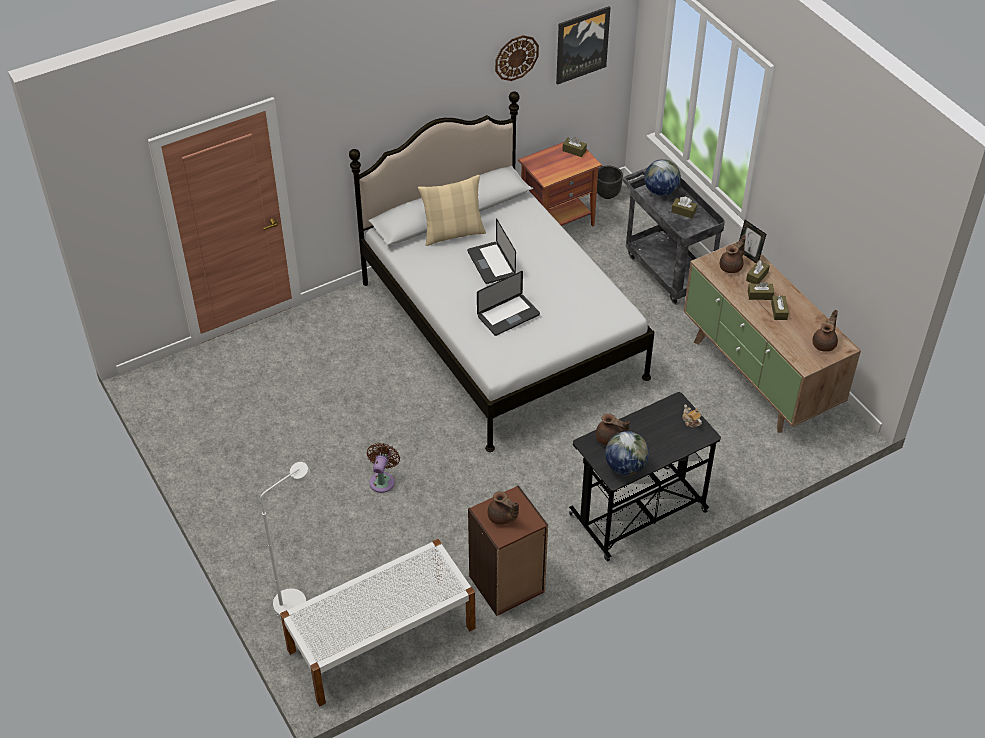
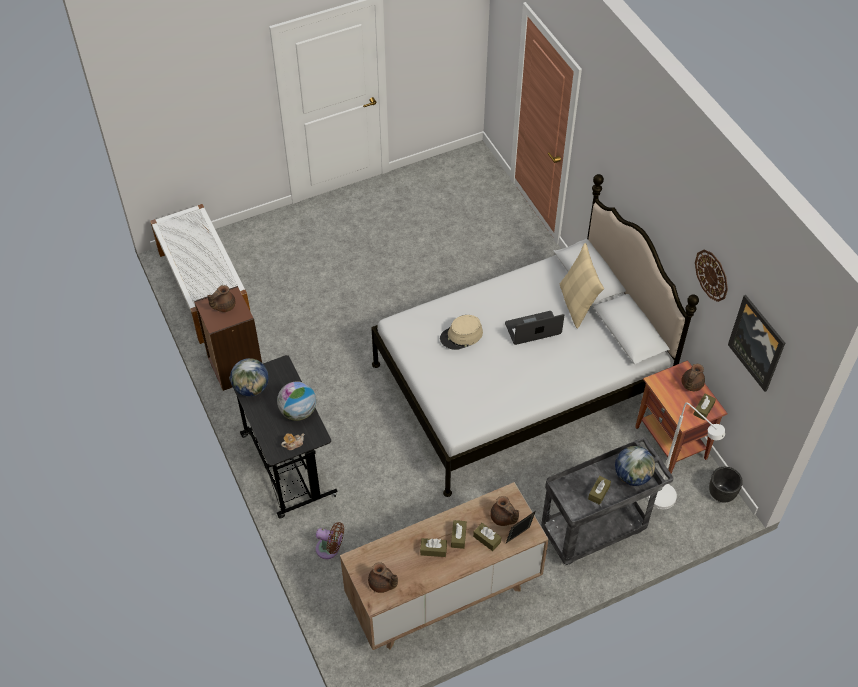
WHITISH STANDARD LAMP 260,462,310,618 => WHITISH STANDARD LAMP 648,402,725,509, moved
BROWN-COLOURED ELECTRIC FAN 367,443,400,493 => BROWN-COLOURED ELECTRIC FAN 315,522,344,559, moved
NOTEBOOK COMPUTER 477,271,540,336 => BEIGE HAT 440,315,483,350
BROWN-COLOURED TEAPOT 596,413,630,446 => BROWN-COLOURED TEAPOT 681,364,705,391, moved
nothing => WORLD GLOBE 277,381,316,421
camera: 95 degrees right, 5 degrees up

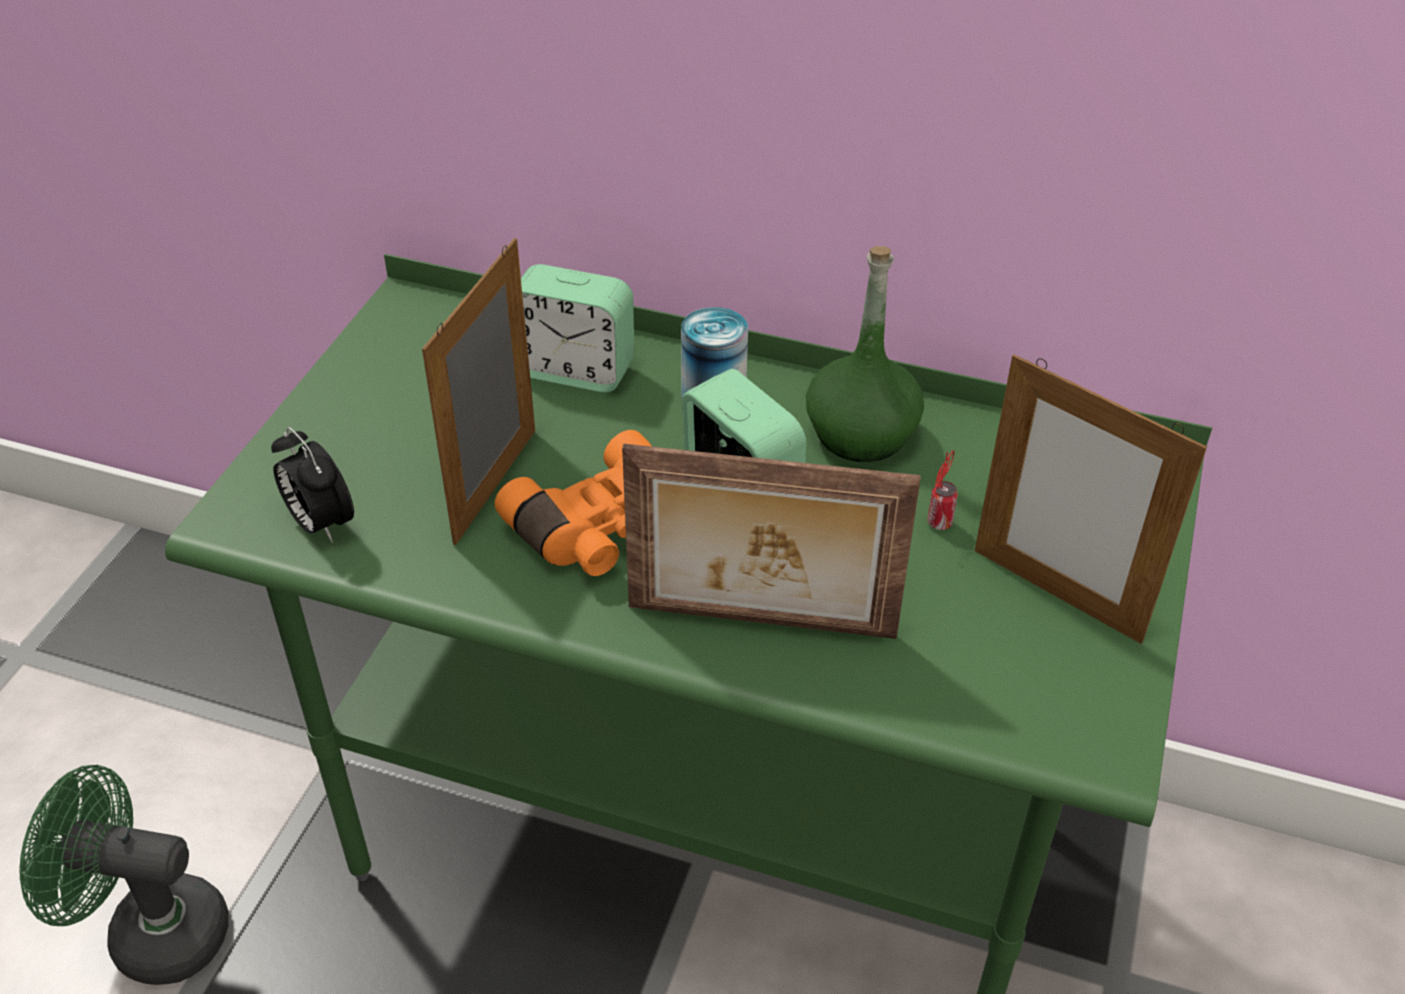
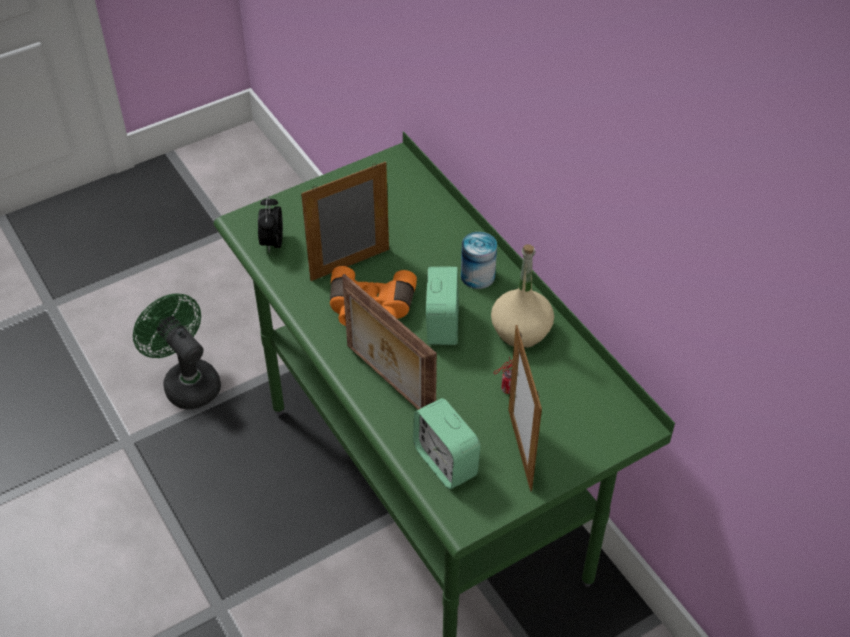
TABLE CLOCK 521,264,634,393 => TABLE CLOCK 413,398,481,489, moved
GREEN-COLOURED BEVERAGE BOTTLE 806,246,924,462 => BEIGE BEVERAGE BOTTLE 491,244,554,348
camera: 40 degrees right, 5 degrees up

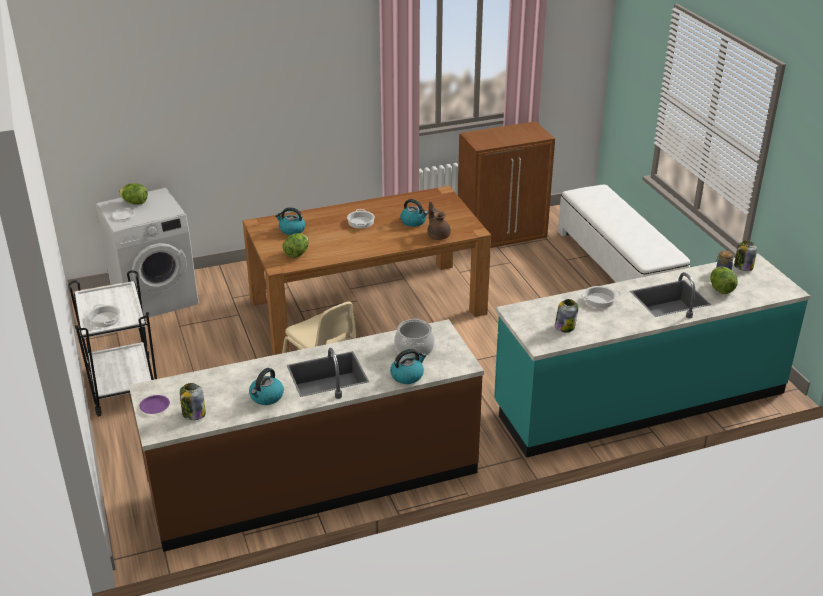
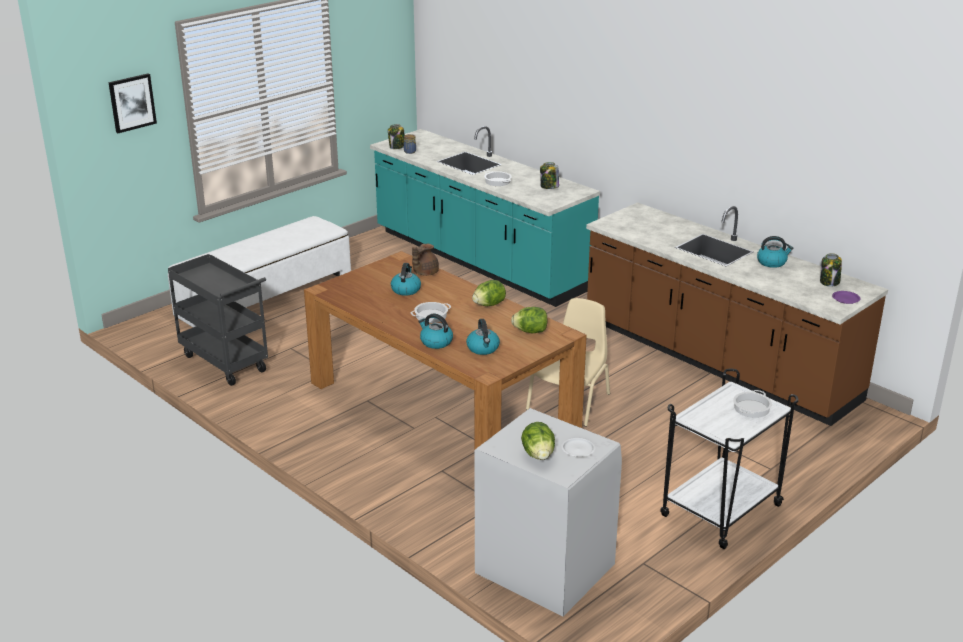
WATER KETTLE 390,349,426,384 => WATER KETTLE 418,313,453,349, moved
STOCKPOT 394,318,435,358 => nothing
BROWN-COLOURED CUPBOARD 458,121,555,249 => GREY WHEELED CART 168,254,268,386
LETTUCE HEAD 710,267,738,294 => LETTUCE HEAD 472,280,506,306, moved
nothing => WALL ART 108,74,157,133
camera: 115 degrees left, 5 degrees down

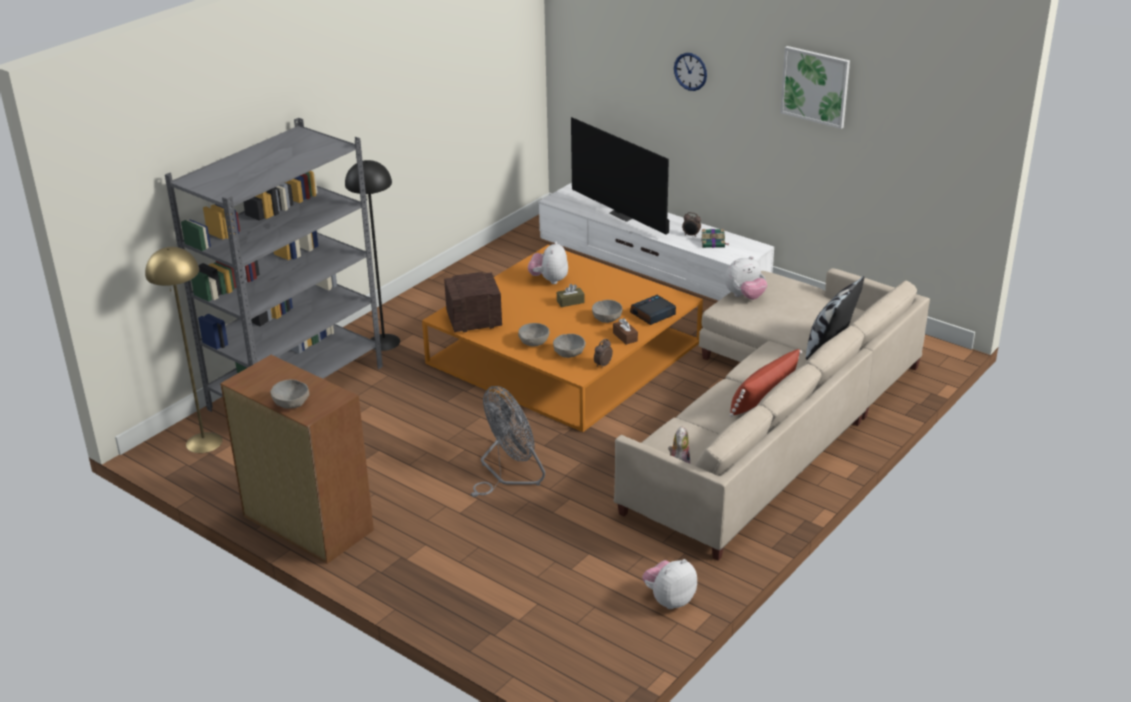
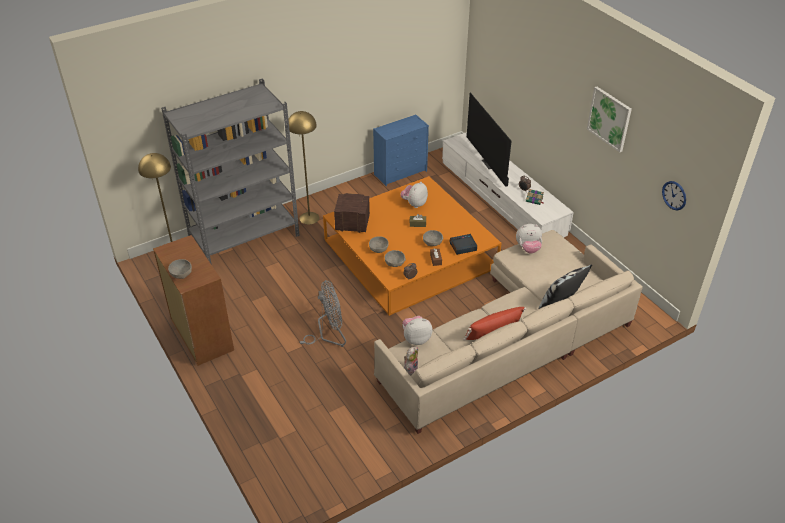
BLACKISH STANDARD LAMP 345,160,400,351 => YELLOWISH STANDARD LAMP 288,111,320,225
CUDDLY TOY 642,559,697,609 => CUDDLY TOY 403,316,432,345, moved
HANGING CLOCK 674,53,707,91 => HANGING CLOCK 662,181,686,210, moved
nothing => BLUE CHEST OF DRAWERS 373,114,429,186
camera: 20 degrees right, 10 degrees up

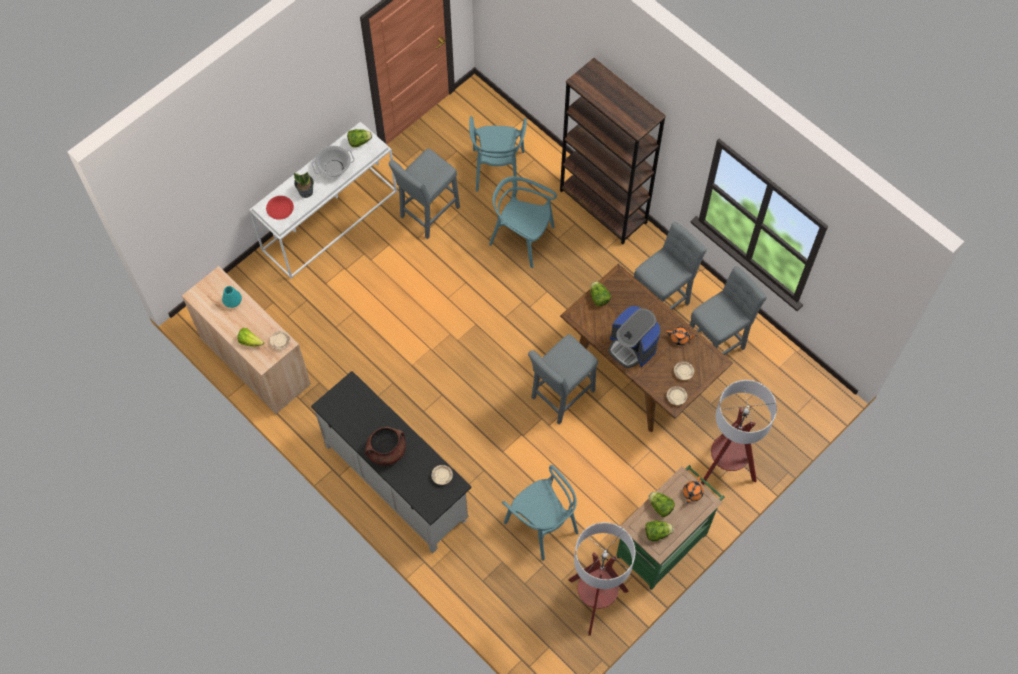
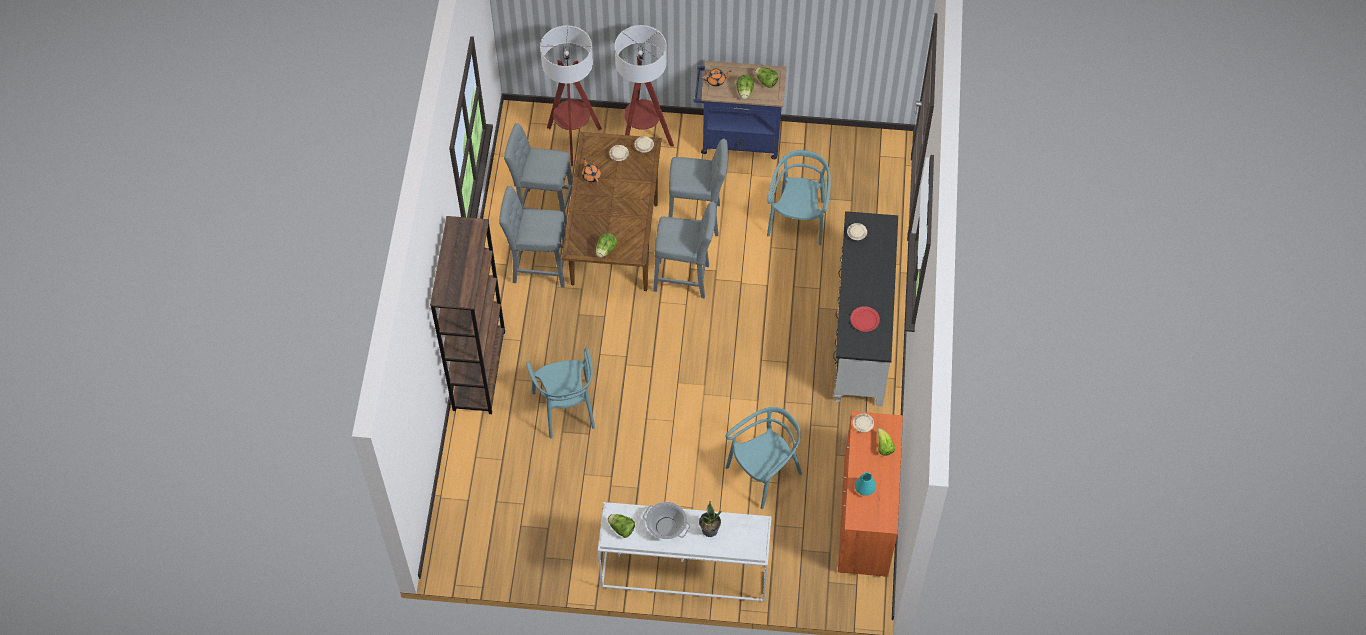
BEIGE CUPBOARD 182,266,311,414 => ORANGE-COLOURED CUPBOARD 838,411,903,577
RED PLATE 266,196,294,220 => RED PLATE 850,306,880,332, moved
BROWN-COLOURED STOCKPOT 365,427,406,465 => nothing
GREY SITTING STOOL 389,148,460,239 => GREY SITTING STOOL 669,139,728,236, moved
TURQUOISE-COLOURED PLAIN CHAIR 469,116,527,193 => TURQUOISE-COLOURED PLAIN CHAIR 725,407,802,509, moved
STANDARD LAMP 568,522,635,636 => STANDARD LAMP 540,25,602,166, moved
COFFEE BREWER 608,306,661,368 => nothing
GREEN-COLOURED WHEELED CART 616,465,724,590 => BLUE WHEELED CART 693,61,787,160
camera: 130 degrees left, 5 degrees down

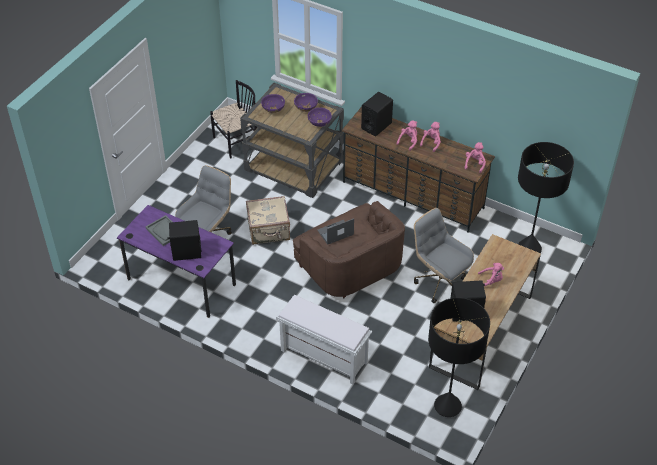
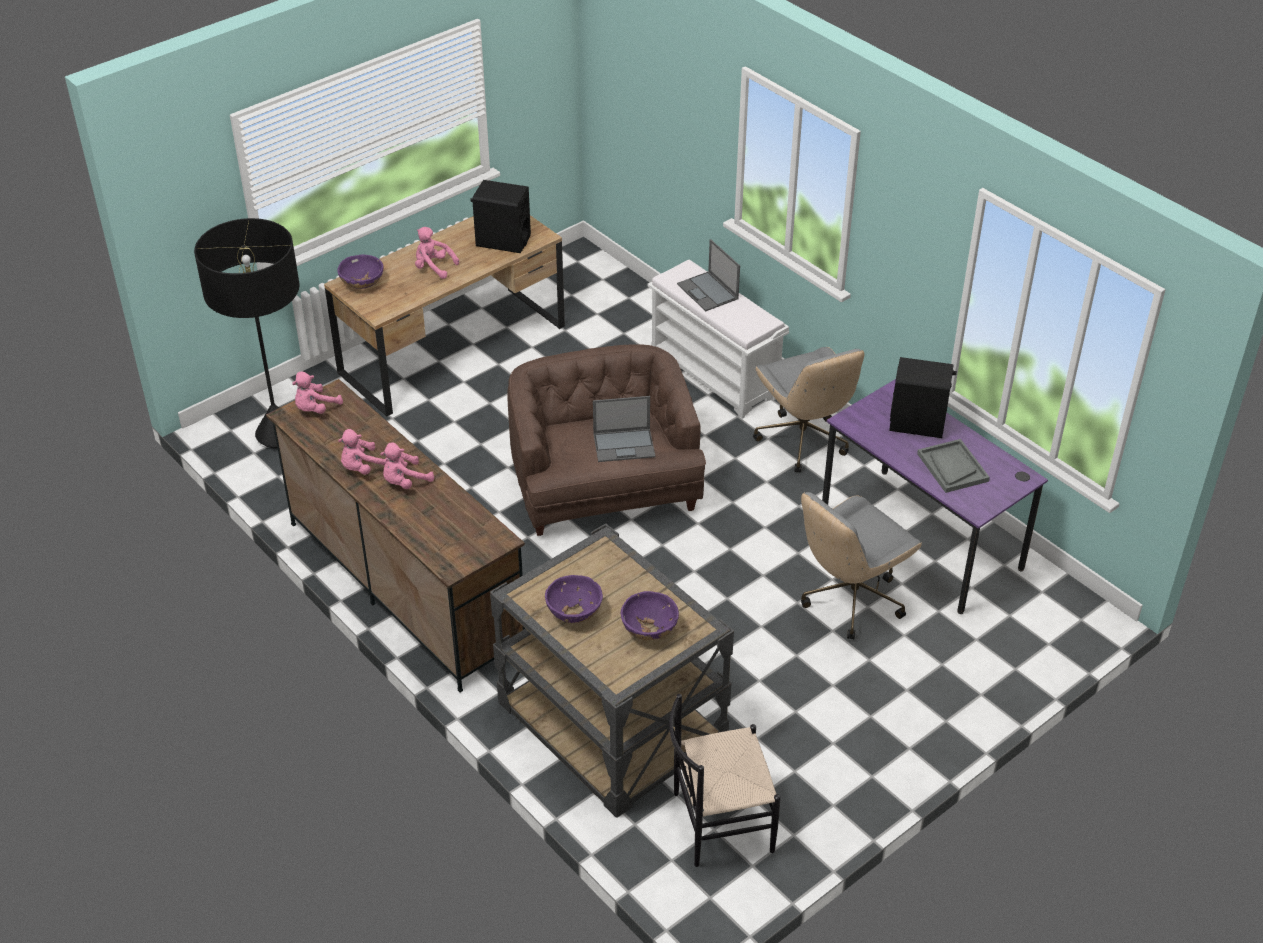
BEIGE PIECE OF LUGGAGE 246,196,290,245 => nothing
PURPLE SERVING BOWL 308,108,332,127 => PURPLE SERVING BOWL 337,254,383,289, moved
BLACKISH AUDIO SPEAKER 361,92,393,136 => nothing
GREY COMPUTER CHAIR 414,208,474,303 => GREY COMPUTER CHAIR 753,347,864,473, moved
BLACKISH STANDARD LAMP 428,298,490,417 => nothing
nothing => NOTEBOOK COMPUTER 677,239,740,311
camera: 160 degrees left, 5 degrees down

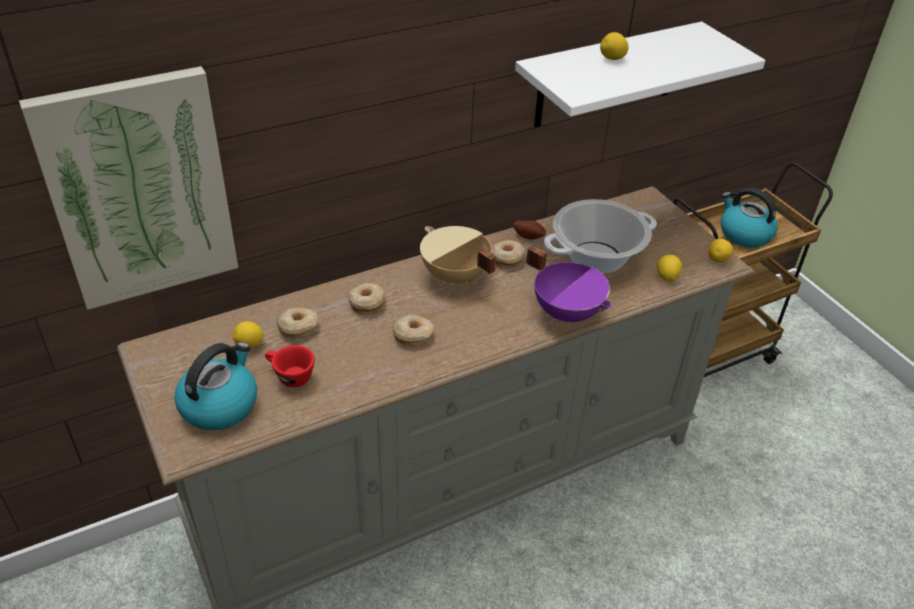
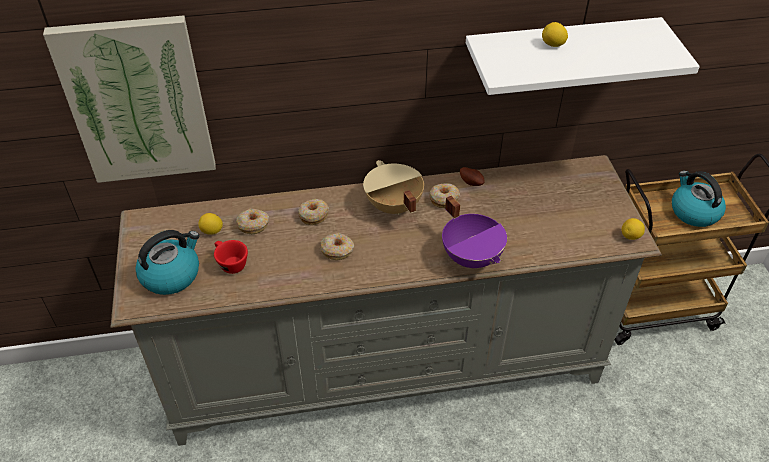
STOCKPOT 544,199,657,273 => nothing
LEMON 657,255,682,282 => nothing
camera: 20 degrees right, 5 degrees up

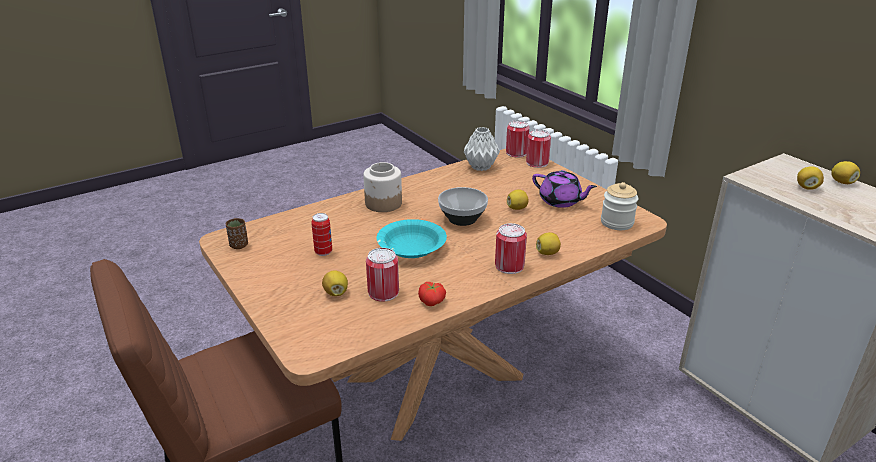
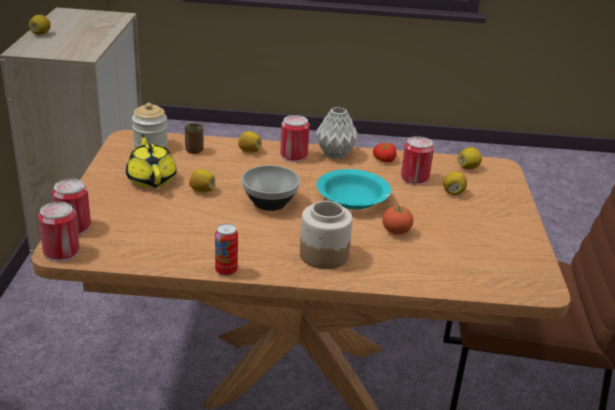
BROWN-COLOURED SMALL CUP 226,218,248,249 => BROWN-COLOURED SMALL CUP 185,123,204,154, moved
CAN 311,213,332,256 => CAN 215,223,238,276, moved
GREY DECORATIVE VASE 464,127,500,171 => GREY DECORATIVE VASE 316,107,359,159, moved
PURPLE TEAPOT 532,170,597,208 => YELLOWISH TEAPOT 126,134,177,188
LEMON 797,166,824,190 => LEMON 458,147,482,169, moved
nothing => TOMATO 382,205,413,235
camera: 145 degrees left, 0 degrees up

